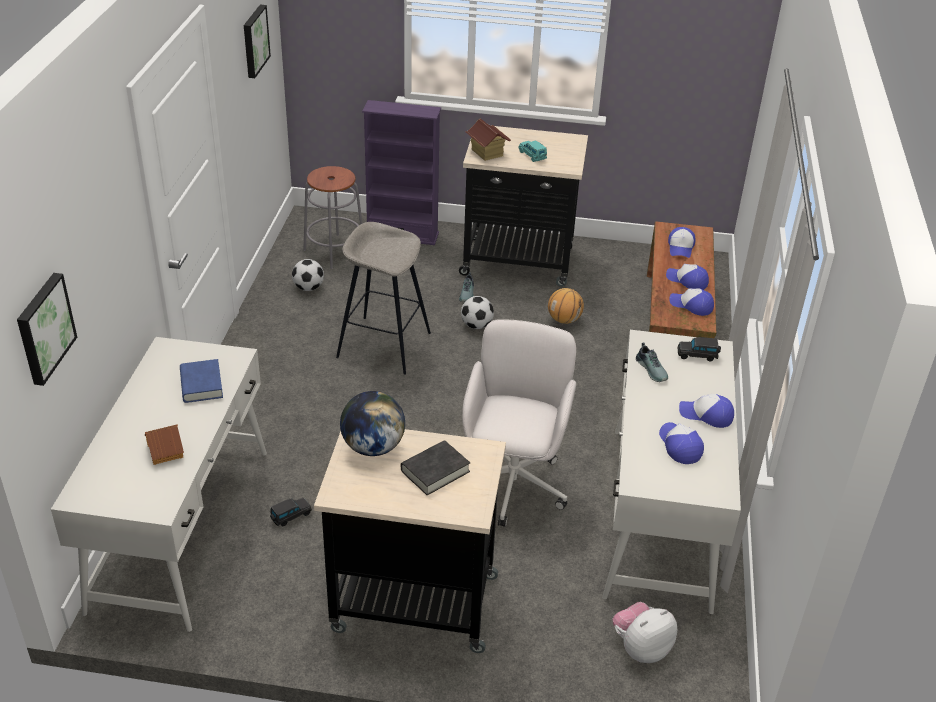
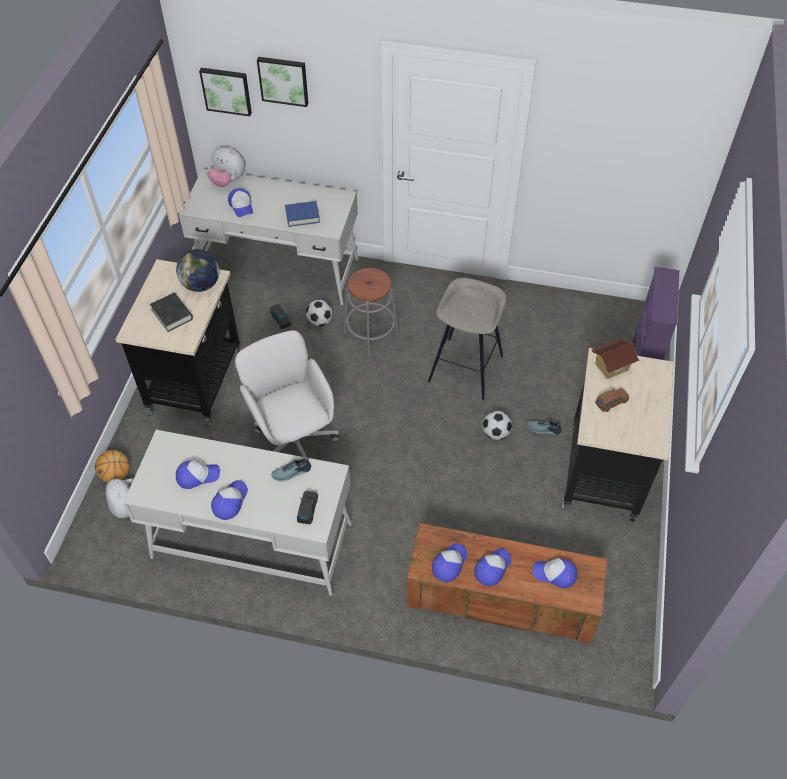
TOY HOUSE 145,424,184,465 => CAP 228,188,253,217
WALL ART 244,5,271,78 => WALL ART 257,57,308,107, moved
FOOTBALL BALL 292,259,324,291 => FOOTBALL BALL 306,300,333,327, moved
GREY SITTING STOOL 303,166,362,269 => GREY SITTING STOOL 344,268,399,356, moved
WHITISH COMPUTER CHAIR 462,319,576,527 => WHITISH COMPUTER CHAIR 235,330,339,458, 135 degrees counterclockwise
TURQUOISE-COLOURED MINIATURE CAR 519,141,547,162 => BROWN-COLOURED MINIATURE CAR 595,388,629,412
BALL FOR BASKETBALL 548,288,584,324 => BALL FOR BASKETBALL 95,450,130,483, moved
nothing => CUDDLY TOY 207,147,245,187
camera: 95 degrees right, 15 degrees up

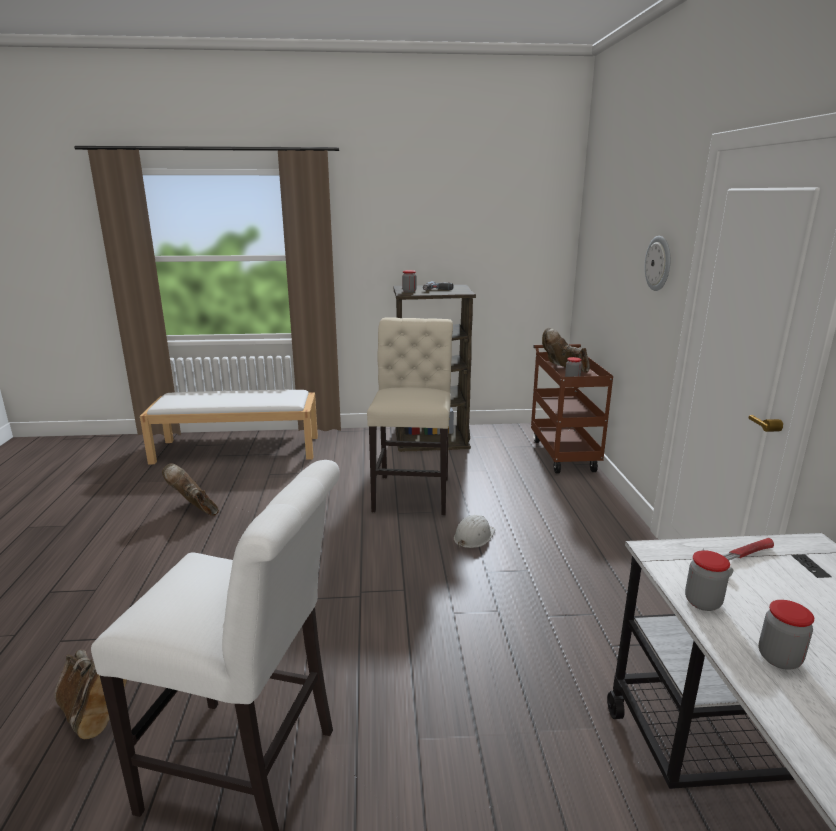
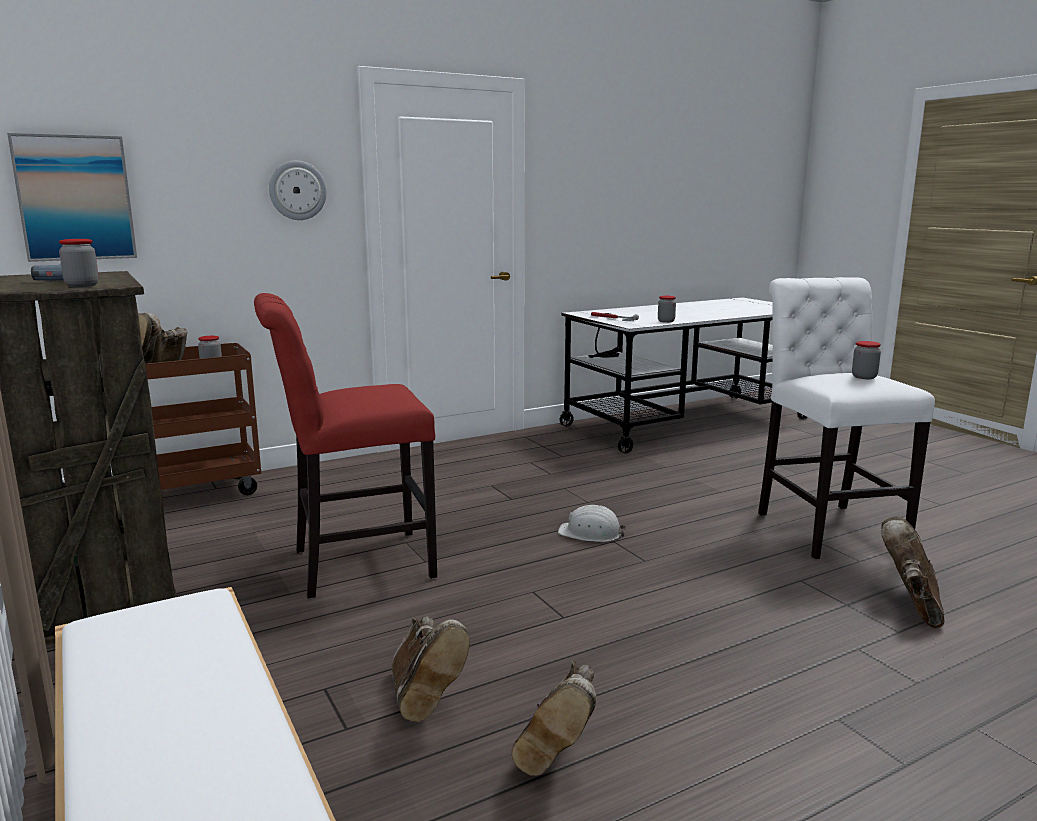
BEIGE SITTING STOOL 367,317,453,515 => RED SITTING STOOL 254,293,437,599
WHITISH HARD HAT 454,515,495,548 => WHITISH HARD HAT 558,505,626,542, moved
PRESERVE JAR 759,600,814,670 => PRESERVE JAR 852,341,881,379, moved
nothing => WALL ART 7,133,137,262
nothing => BROWN-COLOURED BOOT 392,616,470,722
camera: 115 degrees left, 5 degrees down

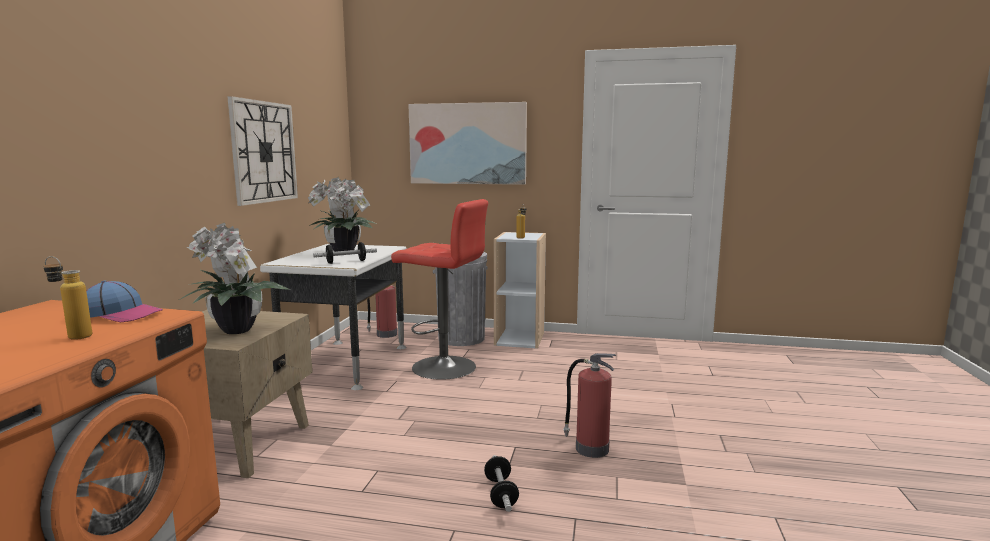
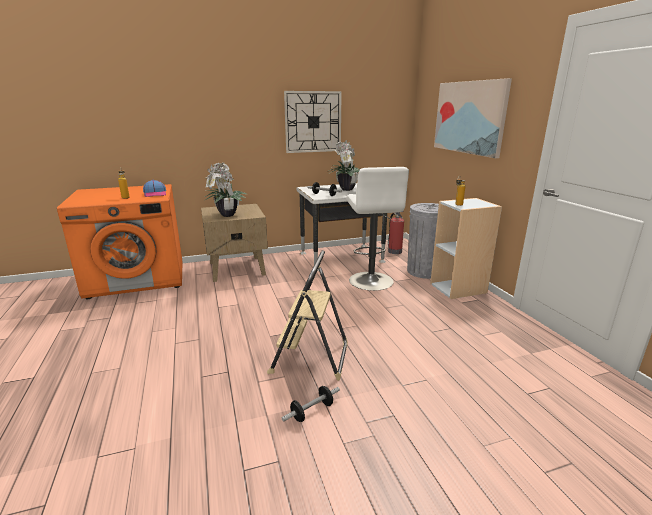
RED SITTING STOOL 391,199,488,380 => WHITISH SITTING STOOL 346,167,409,291
HAND WEIGHT 484,455,519,512 => HAND WEIGHT 282,386,340,422, moved
FIRE EXTINGUISHER 563,353,616,458 => BEIGE STEP LADDER 267,250,348,381
camera: 60 degrees right, 10 degrees up

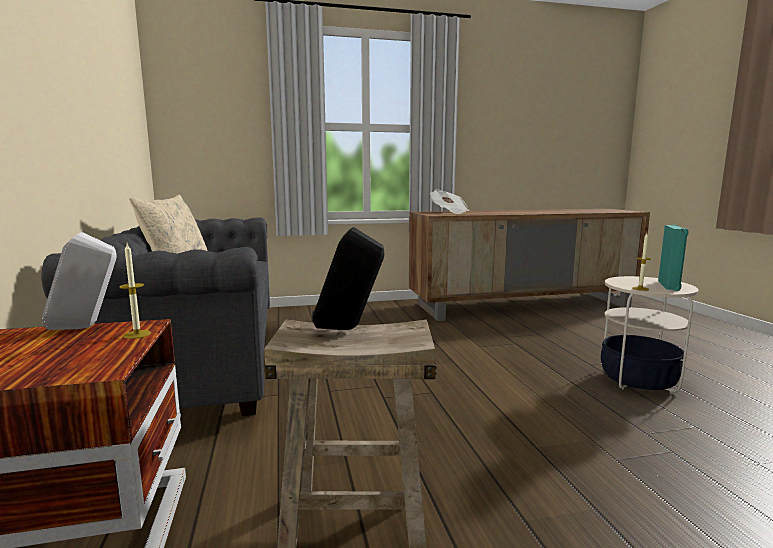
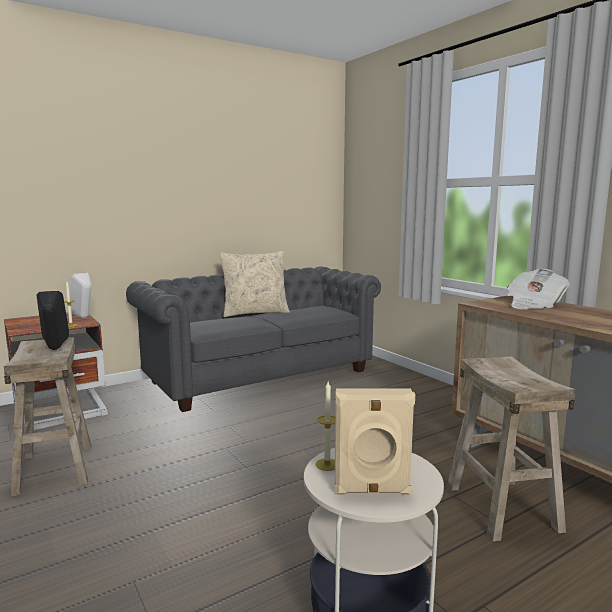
TURQUOISE-COLOURED AUDIO SPEAKER 658,225,689,291 => BEIGE AUDIO SPEAKER 334,388,415,494
nothing => BEIGE SITTING STOOL 447,356,575,541
camera: 70 degrees right, 0 degrees up

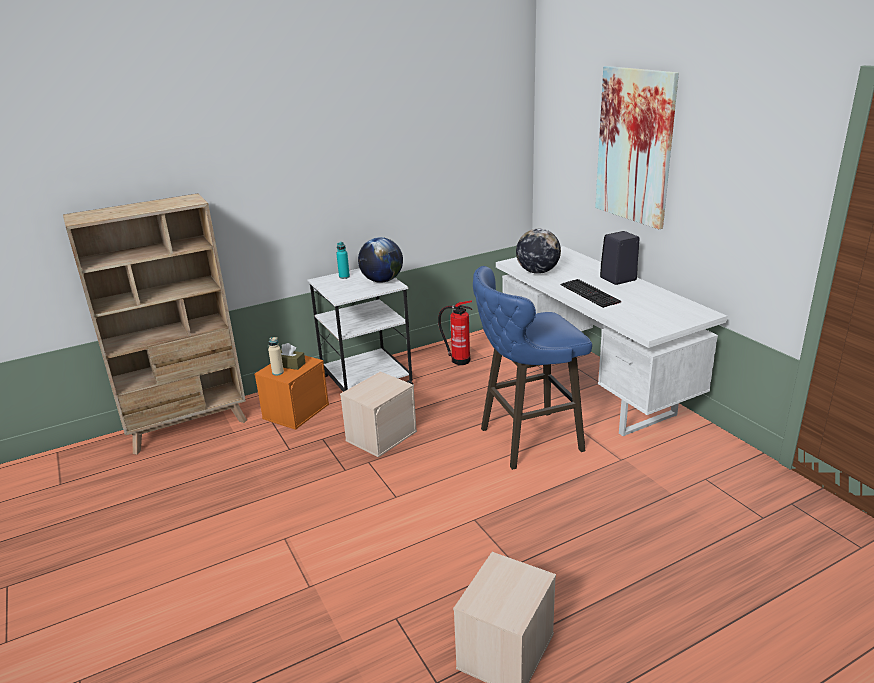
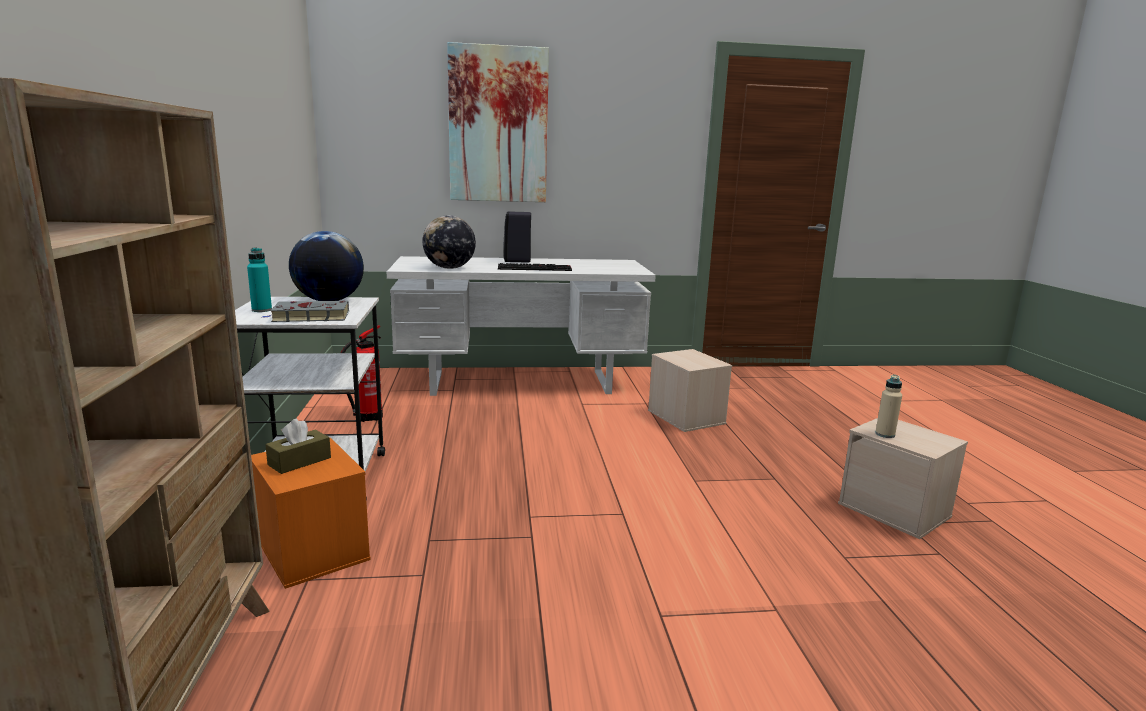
BEIGE BEVERAGE BOTTLE 268,337,284,376 => BEIGE BEVERAGE BOTTLE 875,375,902,438, moved
BEIGE STORAGE CONTAINER 340,372,417,457 => BEIGE STORAGE CONTAINER 648,349,733,432, moved
BLUE SITTING STOOL 473,266,592,470 => nothing
nothing => GREY VOLUME 261,301,349,322
camera: 70 degrees left, 10 degrees down

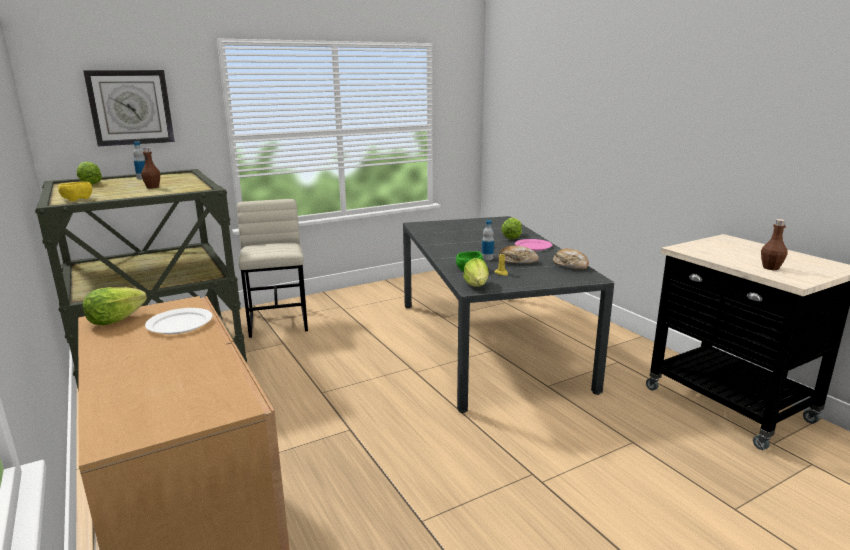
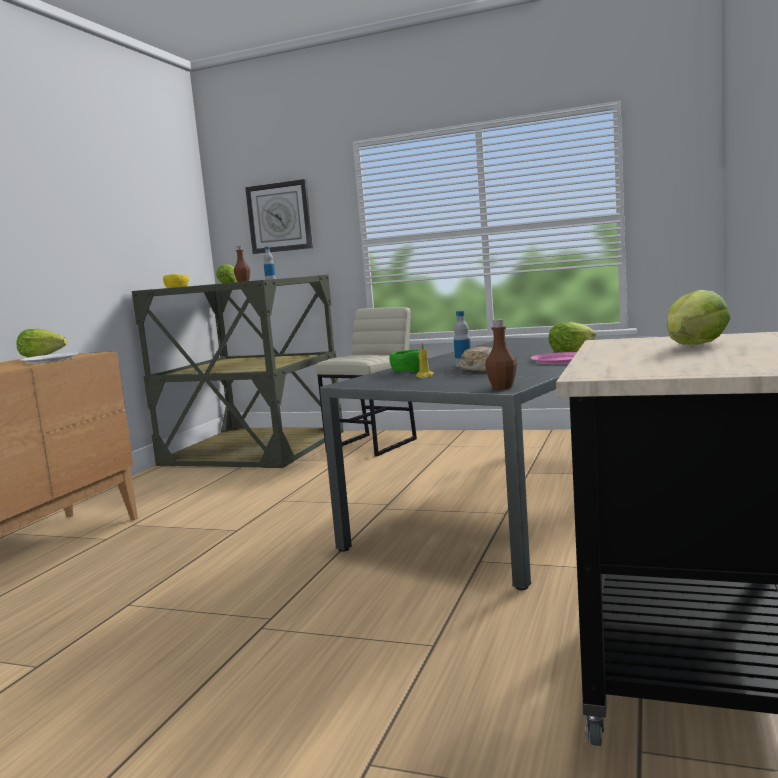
LETTUCE HEAD 463,258,489,287 => LETTUCE HEAD 667,290,731,345, moved
BAKERY BREAD 553,248,589,270 => nothing
BROWN-COLOURED BEVERAGE BOTTLE 761,219,787,270 => BROWN-COLOURED BEVERAGE BOTTLE 485,319,517,389, moved
camera: 50 degrees right, 10 degrees down

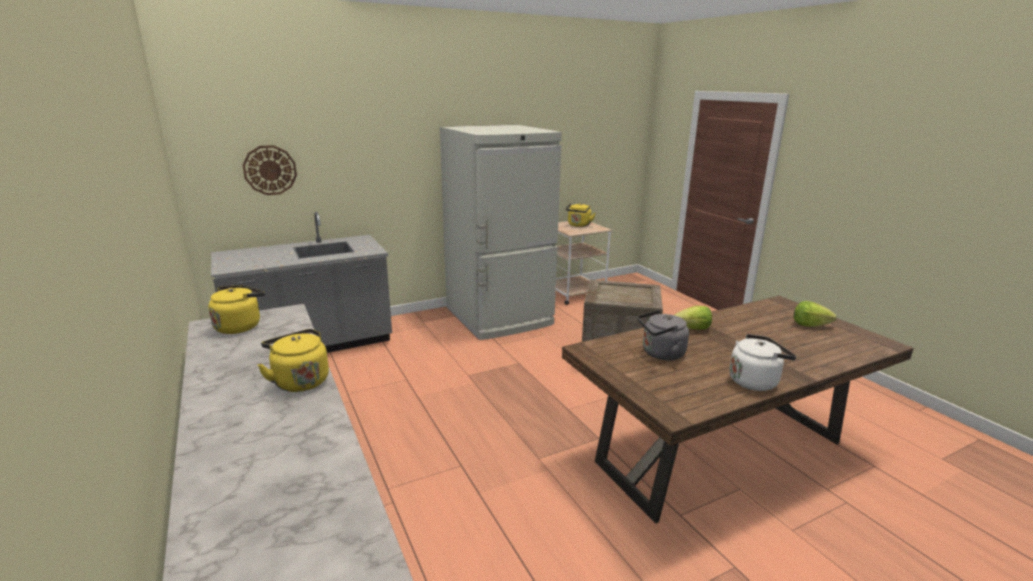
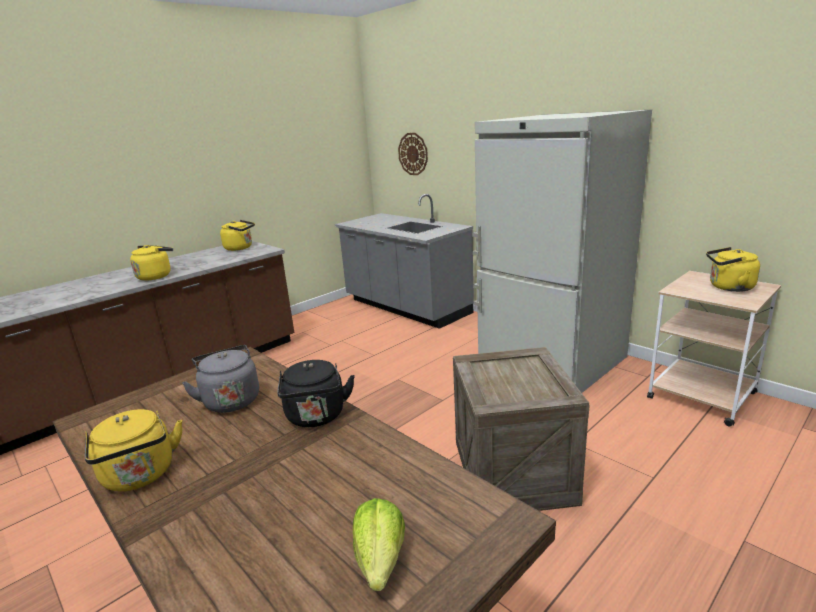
LETTUCE HEAD 674,306,712,330 => BLACKISH WATER KETTLE 277,360,355,427
WHITISH WATER KETTLE 729,334,796,391 => YELLOWISH WATER KETTLE 85,409,182,491
camera: 75 degrees right, 0 degrees up

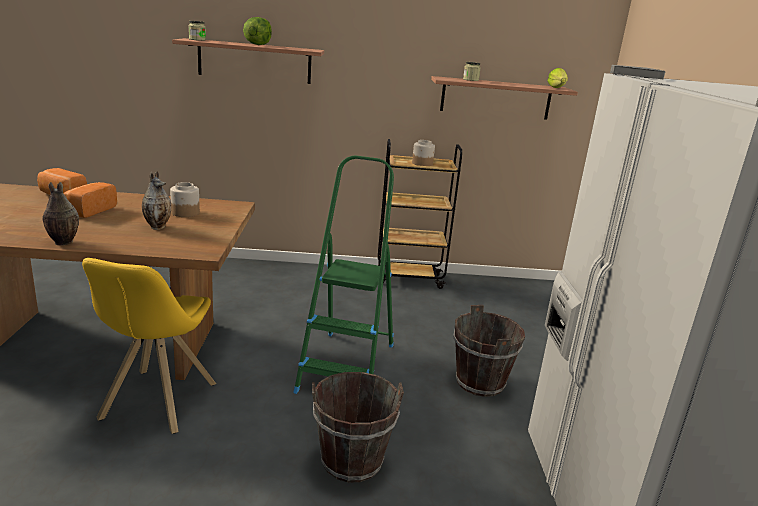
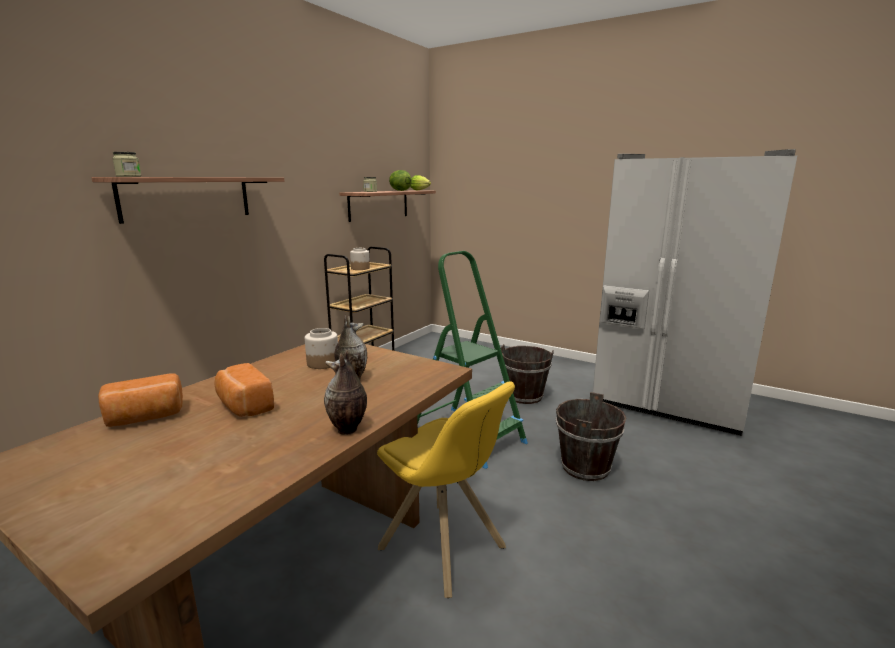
LETTUCE HEAD 243,17,272,45 => LETTUCE HEAD 389,170,412,191, moved
camera: 55 degrees left, 5 degrees down

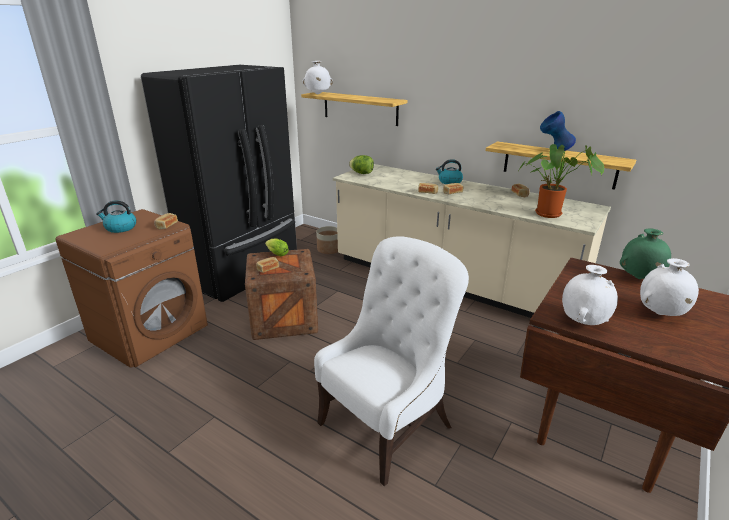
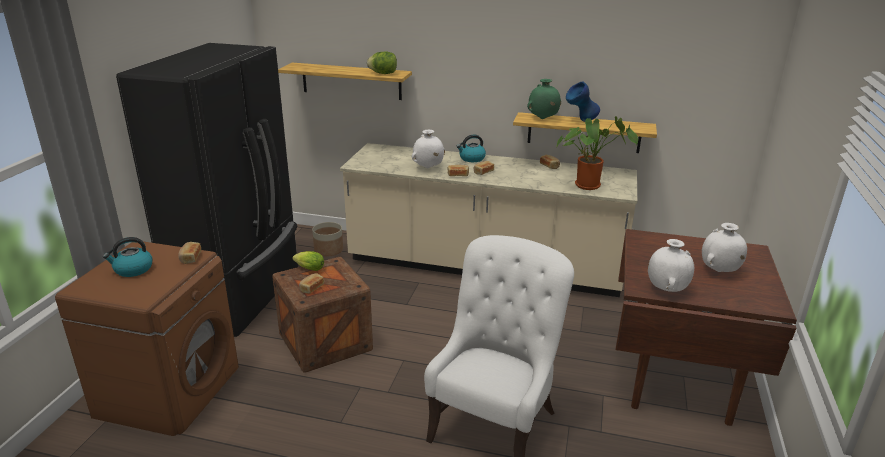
WHITISH DECORATIVE VASE 302,61,333,94 => WHITISH DECORATIVE VASE 412,130,445,168, moved
LETTUCE HEAD 349,155,374,174 => LETTUCE HEAD 367,52,397,74, moved
GREEN-COLOURED DECORATIVE VASE 620,229,671,279 => GREEN-COLOURED DECORATIVE VASE 527,79,561,119, moved
camera: 20 degrees left, 0 degrees up

